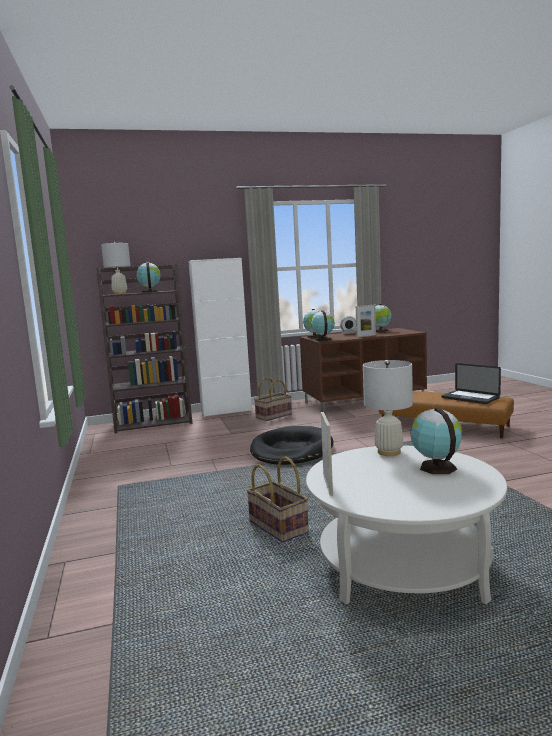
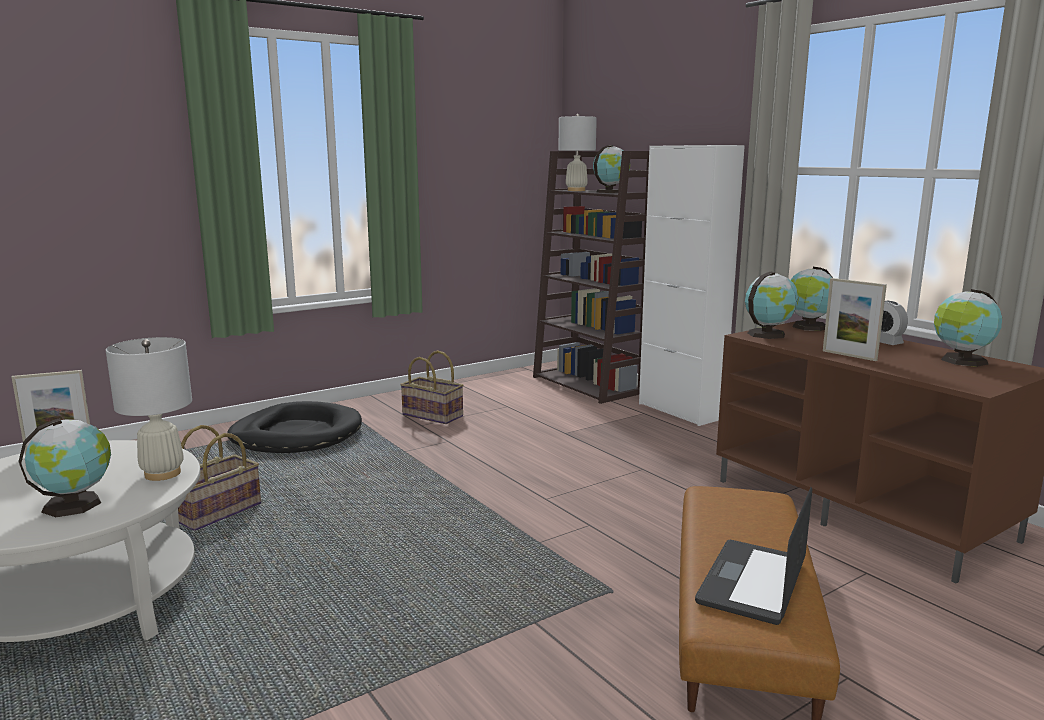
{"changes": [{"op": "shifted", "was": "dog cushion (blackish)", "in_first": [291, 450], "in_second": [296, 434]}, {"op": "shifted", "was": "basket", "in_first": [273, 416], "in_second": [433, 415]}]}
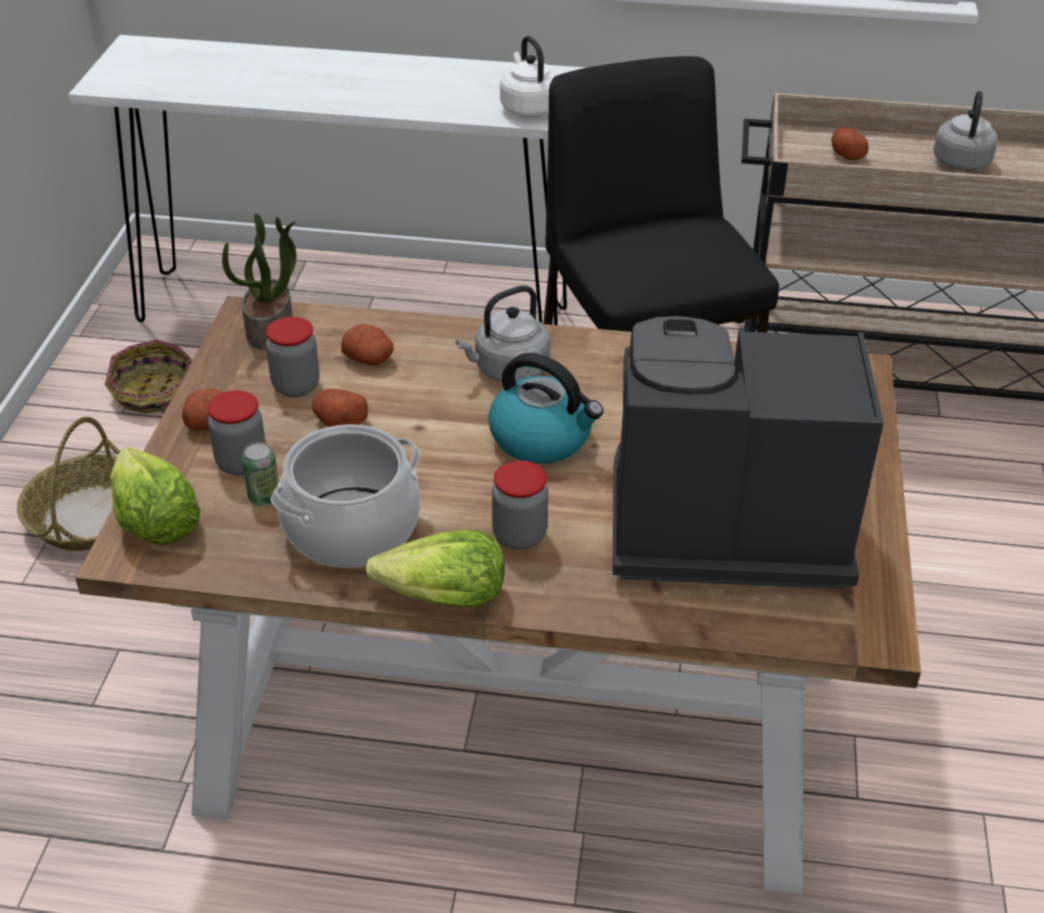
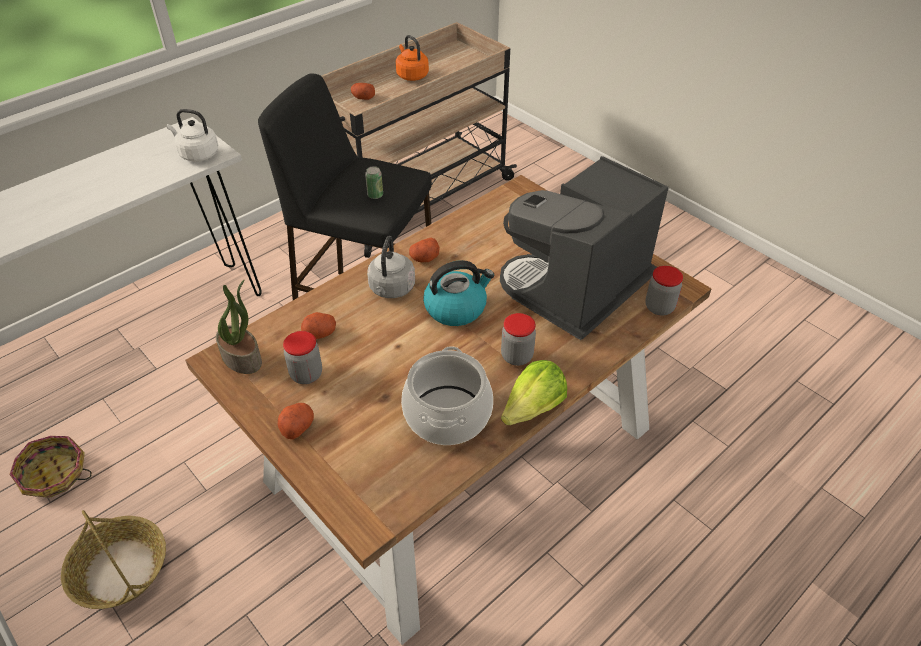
{"changes": [{"op": "gone", "was": "lettuce", "in_first": [154, 520]}, {"op": "shifted", "was": "preserve jar", "in_first": [242, 463], "in_second": [659, 307]}, {"op": "shifted", "was": "sealed can", "in_first": [264, 497], "in_second": [375, 195]}, {"op": "shifted", "was": "spud", "in_first": [339, 422], "in_second": [424, 258]}, {"op": "repainted", "was": "tea kettle (grey)", "now": "tea kettle (orange-coloured)", "in_first": [961, 160], "in_second": [411, 75]}]}
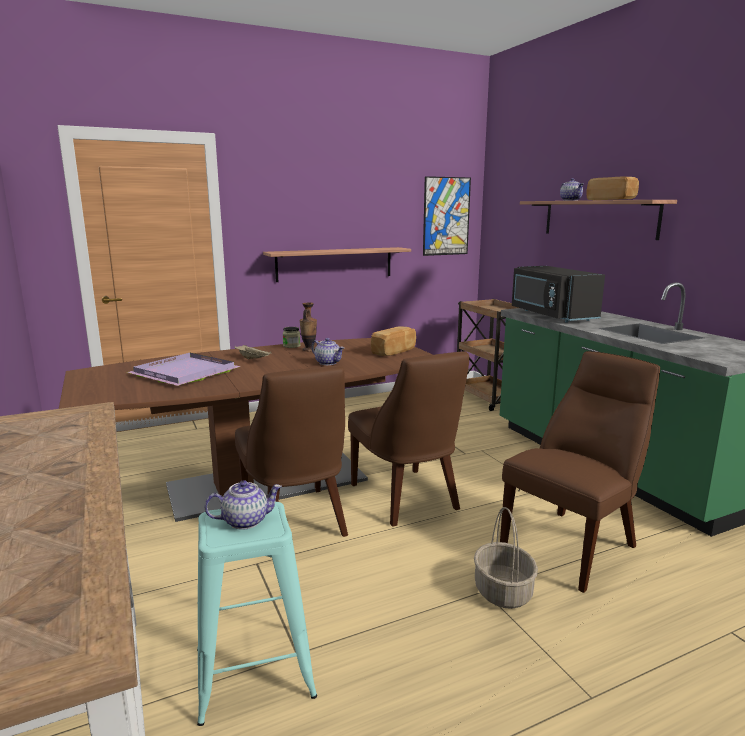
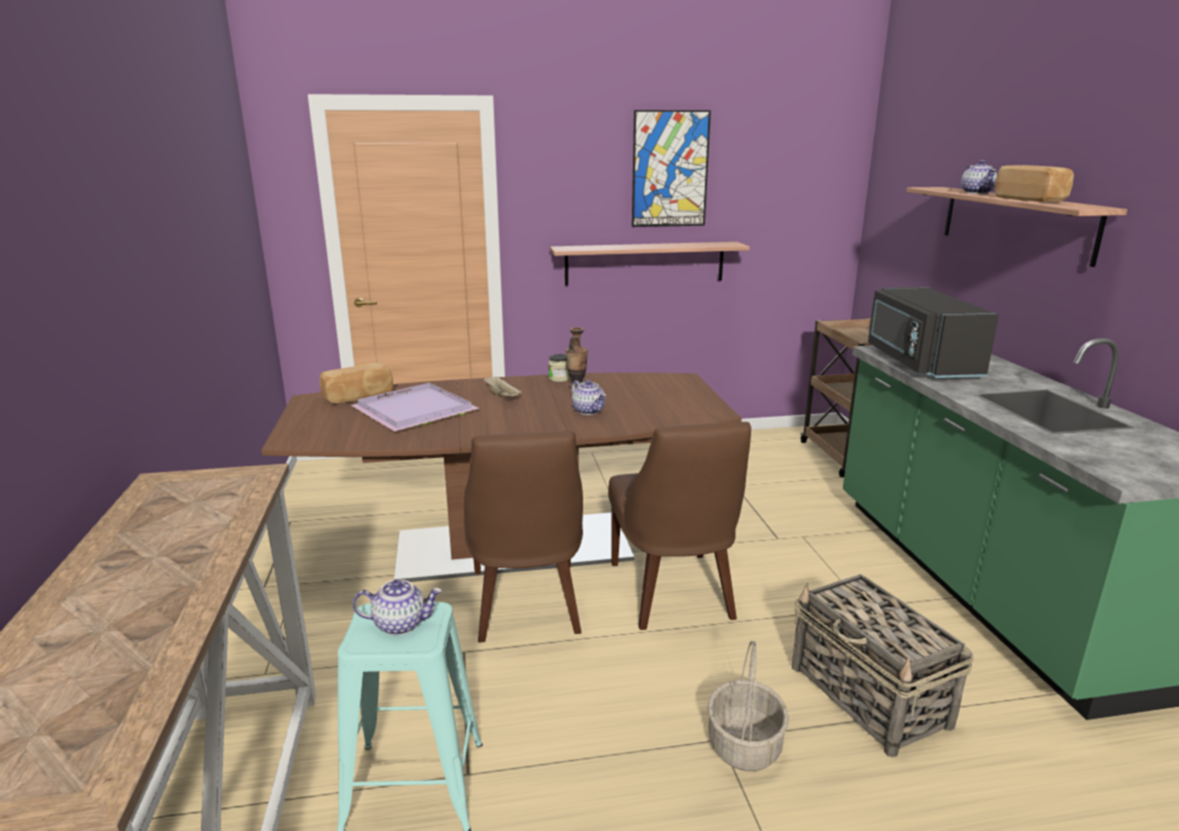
{"changes": [{"op": "shifted", "was": "bread", "in_first": [395, 352], "in_second": [359, 397]}, {"op": "shifted", "was": "picture", "in_first": [446, 216], "in_second": [670, 169]}, {"op": "swapped", "was": "upright chair (brown-coloured)", "now": "basket", "in_first": [573, 545], "in_second": [869, 697]}]}
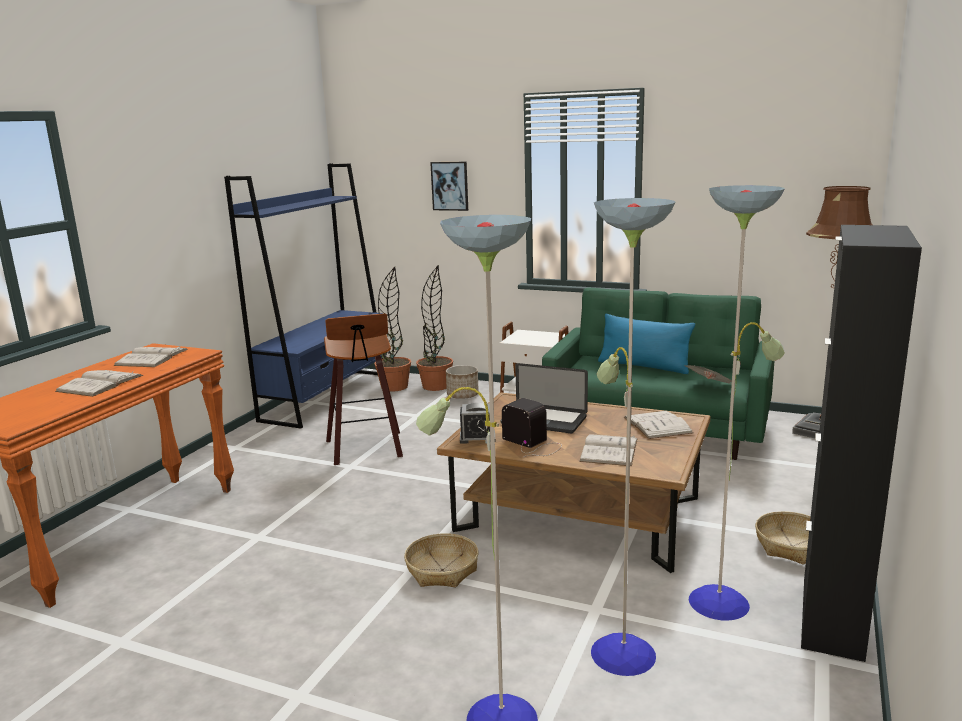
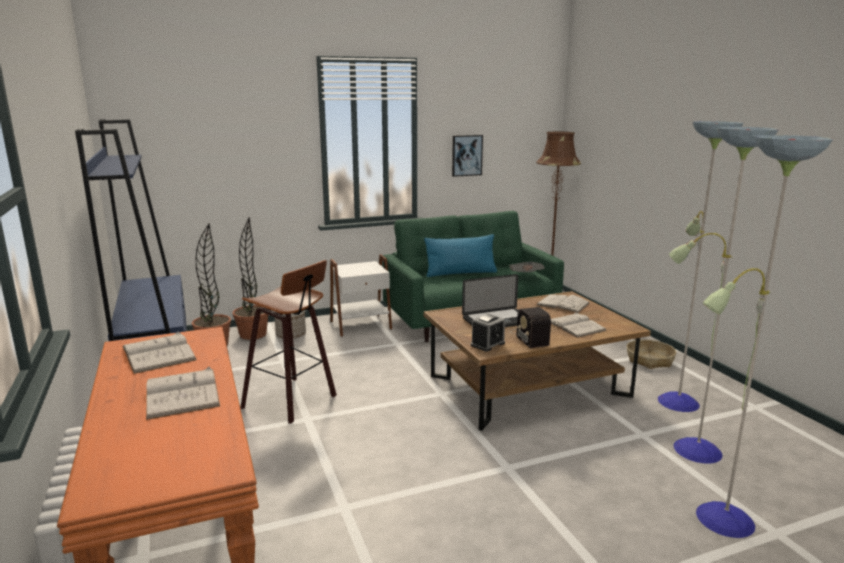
{"changes": [{"op": "gone", "was": "basket", "in_first": [442, 570]}, {"op": "shifted", "was": "picture", "in_first": [450, 186], "in_second": [466, 155]}, {"op": "rotated", "was": "radio set", "in_first": [533, 444], "in_second": [529, 336], "clockwise": -105}, {"op": "gone", "was": "storage cabinet (blackish)", "in_first": [832, 617]}]}
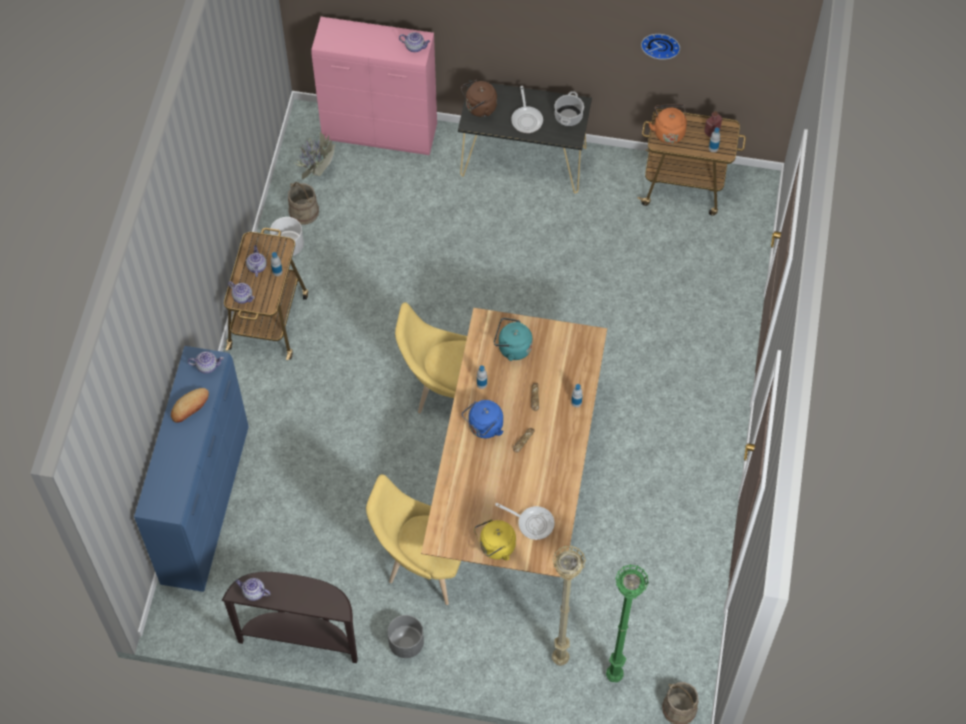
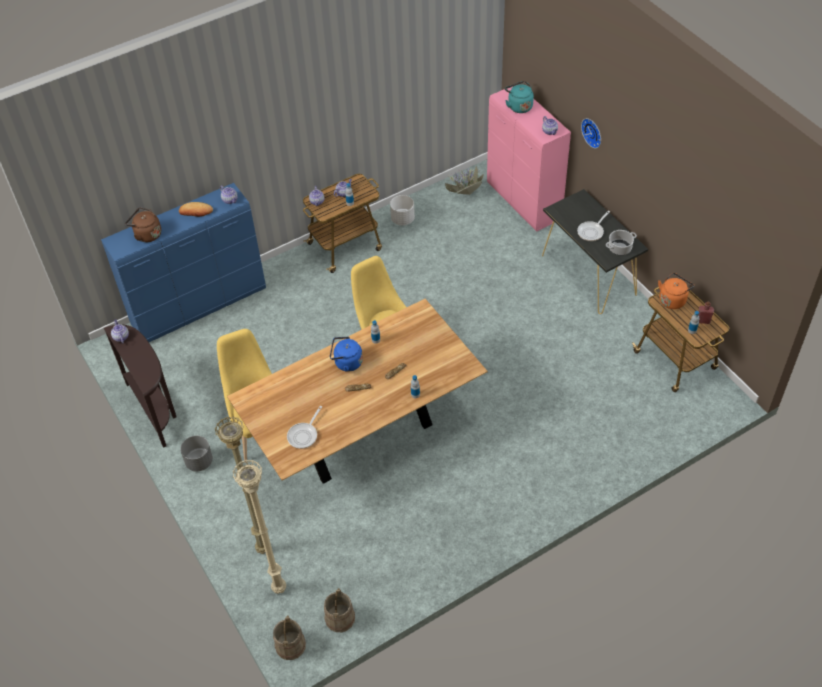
{"changes": [{"op": "shifted", "was": "bucket (beige)", "in_first": [304, 212], "in_second": [340, 618]}, {"op": "shifted", "was": "tea kettle (brown-coloured)", "in_first": [479, 108], "in_second": [146, 234]}, {"op": "gone", "was": "tea kettle (yellow-coloured)", "in_first": [495, 547]}, {"op": "shifted", "was": "tea kettle (turquoise-coloured)", "in_first": [512, 348], "in_second": [519, 106]}, {"op": "rotated", "was": "pan", "in_first": [532, 523], "in_second": [304, 435], "clockwise": 45}, {"op": "repainted", "was": "floor lamp (green-coloured)", "now": "floor lamp (beige)", "in_first": [615, 677], "in_second": [279, 590]}, {"op": "shifted", "was": "clock on the wall", "in_first": [661, 43], "in_second": [593, 132]}]}
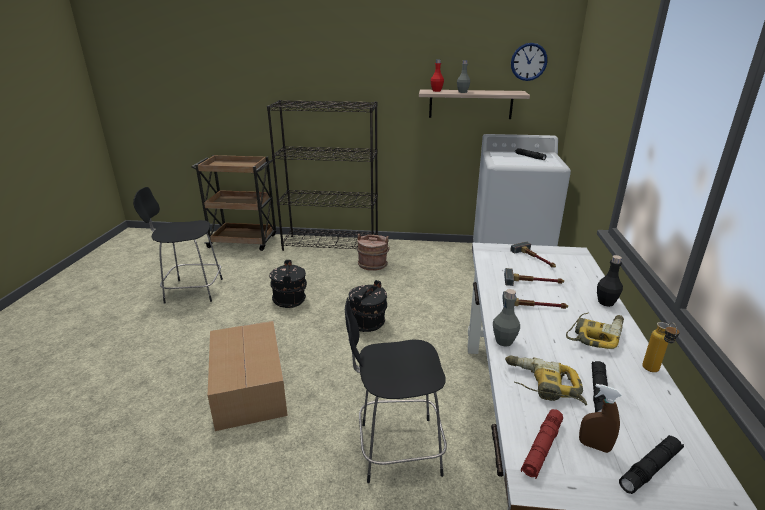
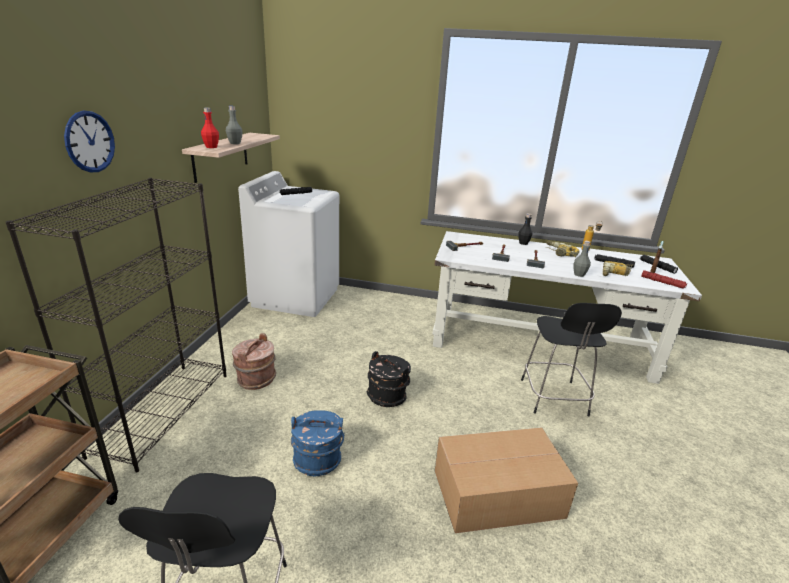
{"changes": [{"op": "repainted", "was": "bucket (blackish)", "now": "bucket (blue-coloured)", "in_first": [290, 300], "in_second": [318, 460]}, {"op": "shifted", "was": "clock on the wall", "in_first": [528, 62], "in_second": [90, 142]}]}
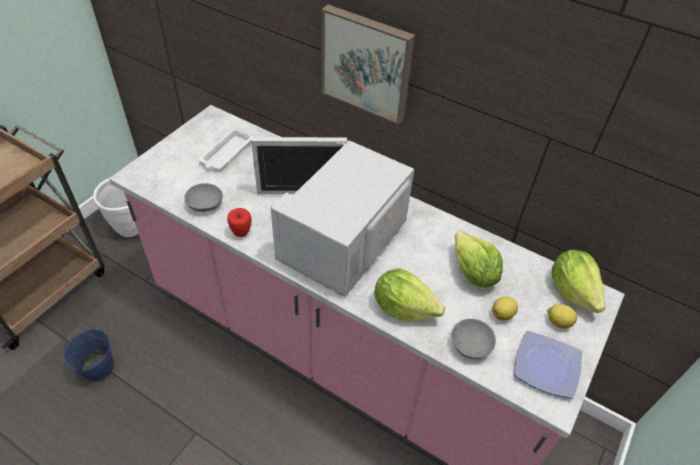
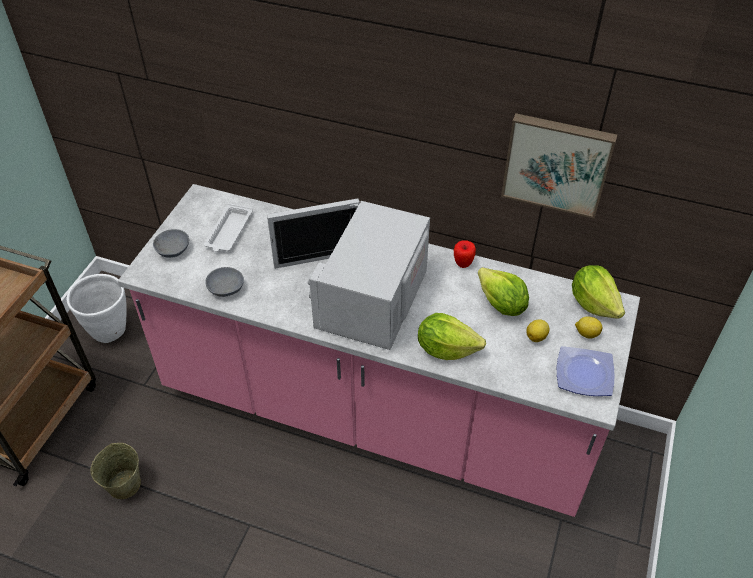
{"changes": [{"op": "repainted", "was": "bucket (blue-coloured)", "now": "bucket (beige)", "in_first": [98, 367], "in_second": [124, 484]}, {"op": "shifted", "was": "apple fruit", "in_first": [241, 232], "in_second": [463, 263]}, {"op": "shifted", "was": "picture", "in_first": [367, 63], "in_second": [557, 163]}, {"op": "shifted", "was": "serving bowl (grey)", "in_first": [472, 346], "in_second": [174, 250]}]}
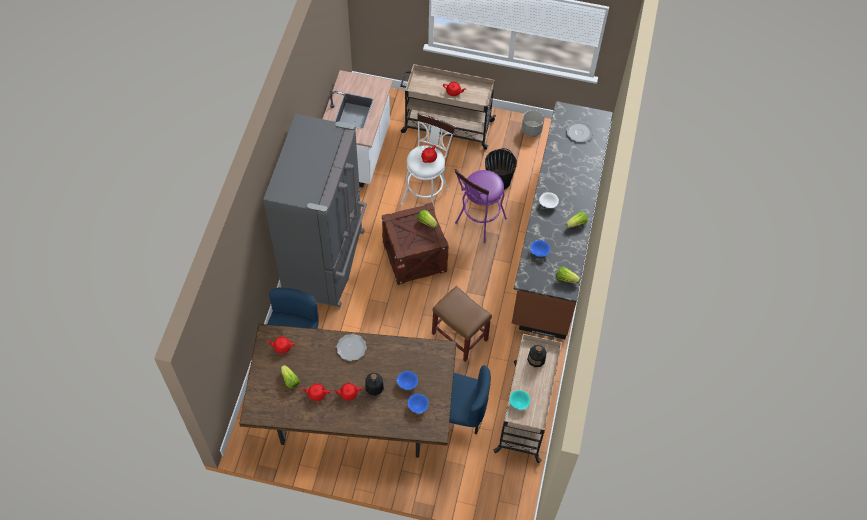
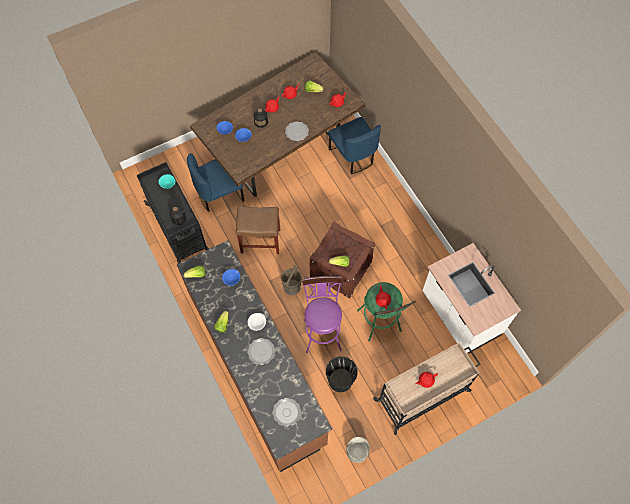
{"changes": [{"op": "gone", "was": "kitchen fridge (grey)", "in_first": [327, 262]}, {"op": "repainted", "was": "stool (white)", "now": "stool (green-coloured)", "in_first": [426, 193], "in_second": [380, 324]}, {"op": "repainted", "was": "wheeled cart (beige)", "now": "wheeled cart (blackish)", "in_first": [526, 410], "in_second": [178, 229]}, {"op": "new", "now": "plate", "in_second": [261, 351]}, {"op": "new", "now": "bucket (brown-coloured)", "in_second": [291, 287]}]}
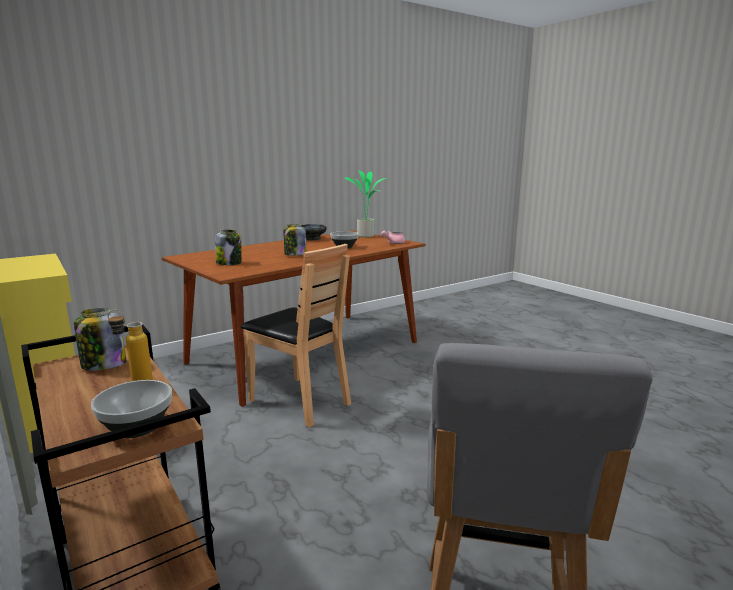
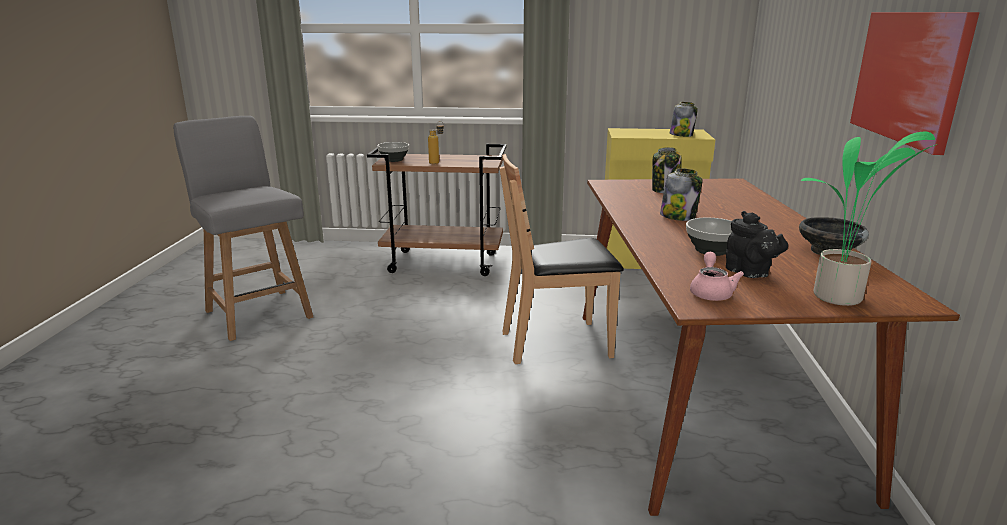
{"changes": [{"op": "shifted", "was": "preserve jar", "in_first": [103, 365], "in_second": [681, 135]}, {"op": "new", "now": "tea pot (blackish)", "in_second": [749, 273]}, {"op": "new", "now": "picture", "in_second": [909, 76]}]}
